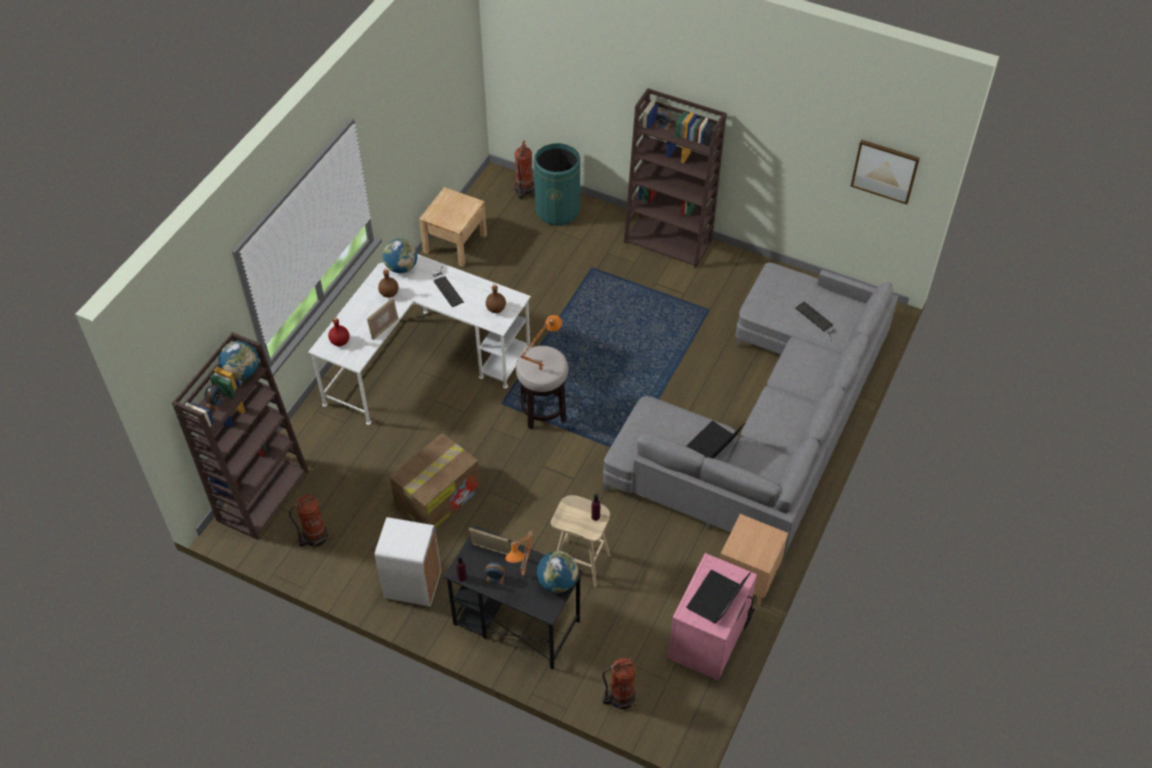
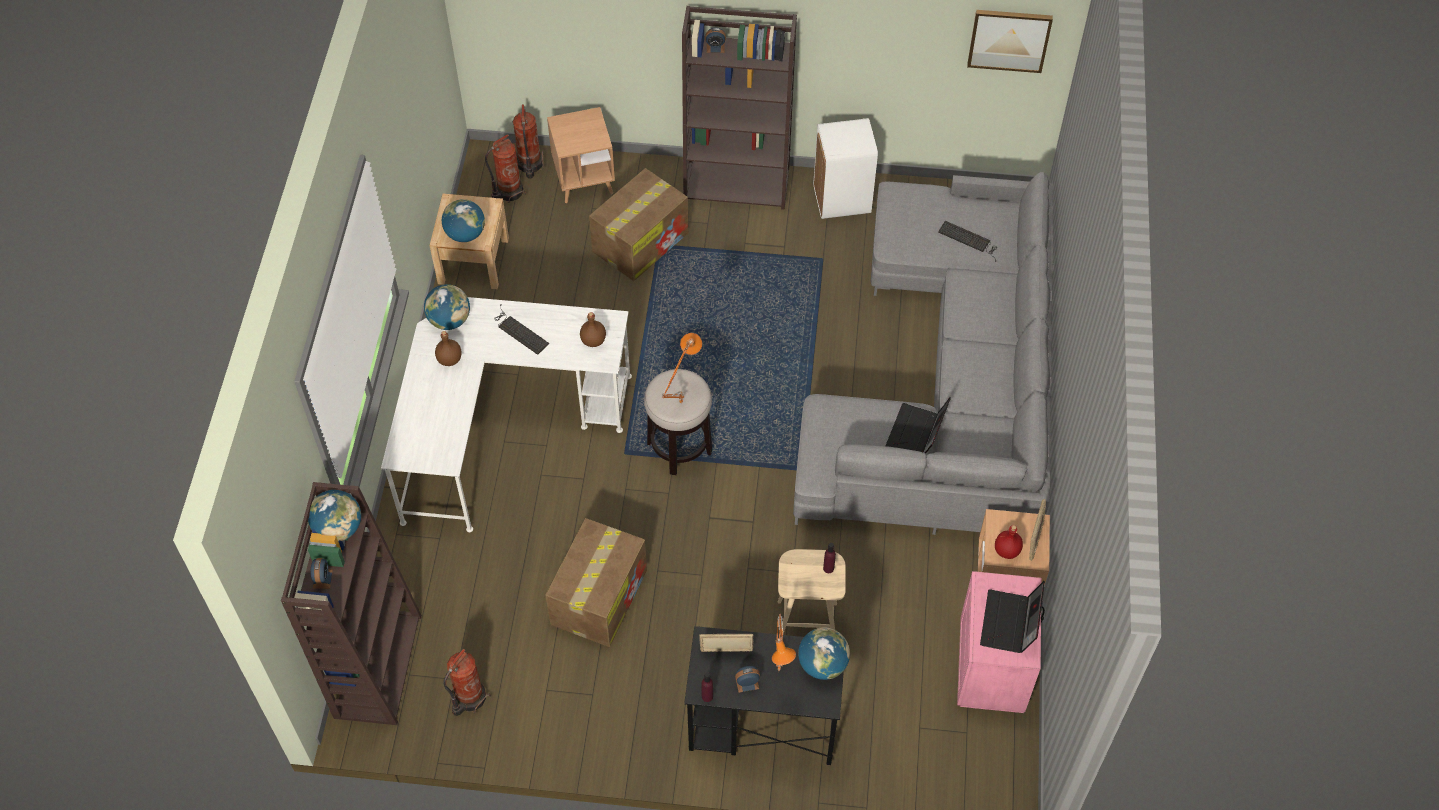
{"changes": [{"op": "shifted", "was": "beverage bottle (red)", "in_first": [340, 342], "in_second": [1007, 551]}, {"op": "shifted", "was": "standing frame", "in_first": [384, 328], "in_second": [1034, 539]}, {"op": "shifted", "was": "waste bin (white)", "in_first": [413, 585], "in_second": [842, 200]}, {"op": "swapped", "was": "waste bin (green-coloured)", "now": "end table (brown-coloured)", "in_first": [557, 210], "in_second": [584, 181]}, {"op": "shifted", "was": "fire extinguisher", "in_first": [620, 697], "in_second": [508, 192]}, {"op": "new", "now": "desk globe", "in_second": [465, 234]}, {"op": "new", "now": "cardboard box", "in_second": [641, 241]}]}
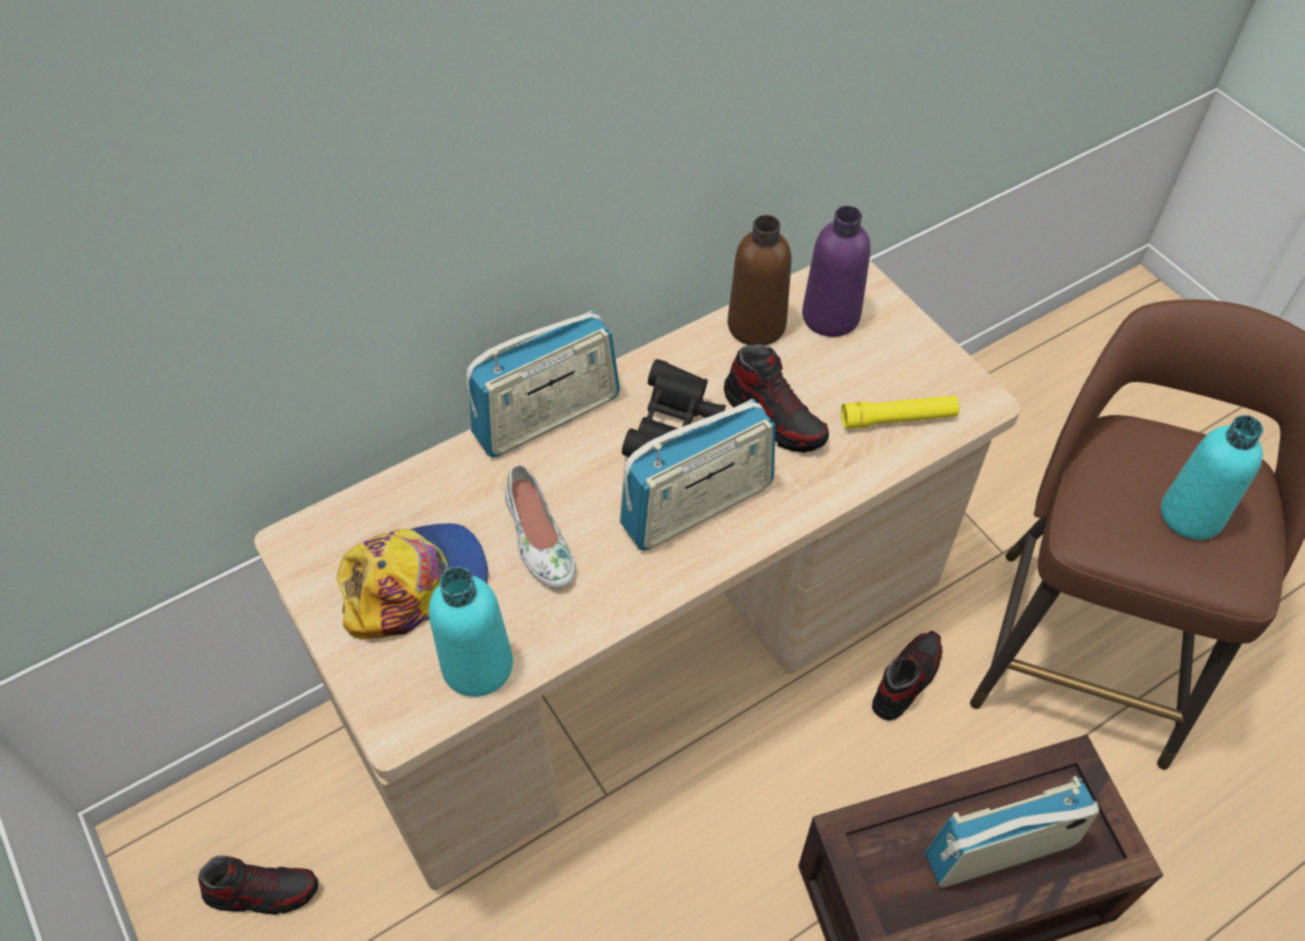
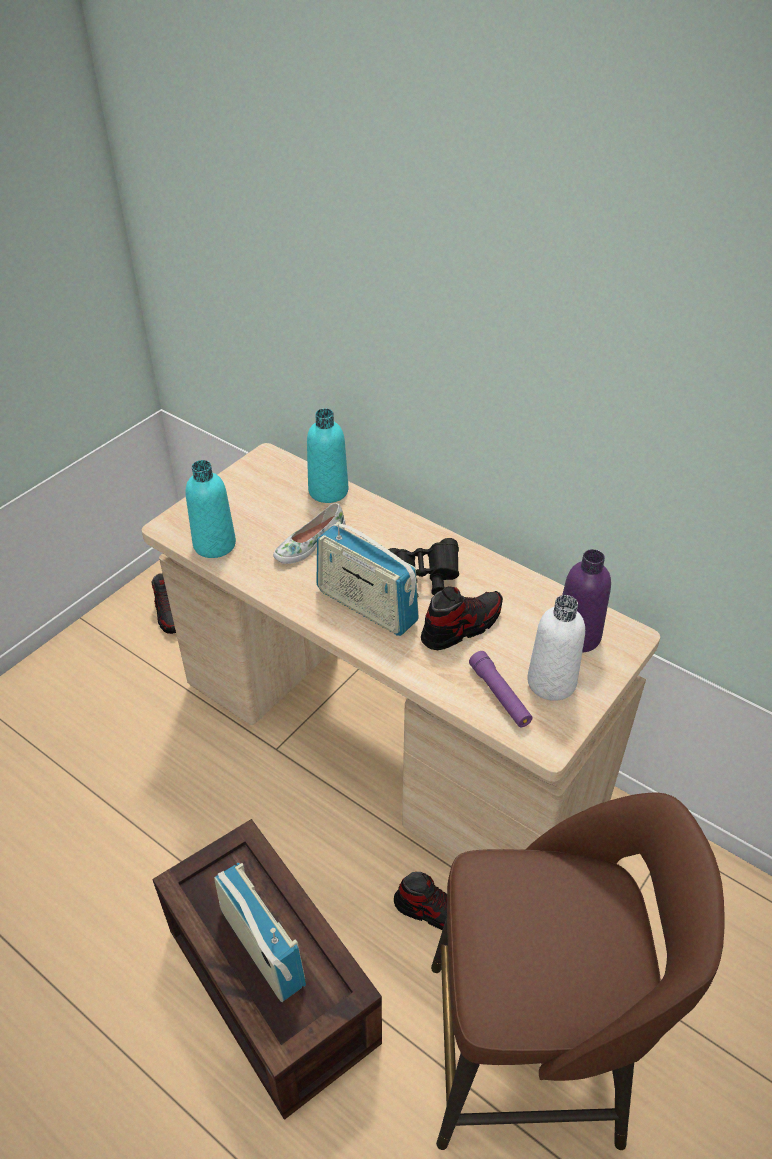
{"changes": [{"op": "gone", "was": "cap", "in_first": [414, 584]}, {"op": "gone", "was": "radio set", "in_first": [547, 417]}, {"op": "rotated", "was": "item of footwear", "in_first": [774, 418], "in_second": [461, 626], "clockwise": -150}, {"op": "gone", "was": "beverage bottle (brown-coloured)", "in_first": [756, 325]}, {"op": "repainted", "was": "torch (yellow-coloured)", "now": "torch (purple-coloured)", "in_first": [898, 419], "in_second": [500, 695]}, {"op": "shifted", "was": "beverage bottle (turquoise-coloured)", "in_first": [1191, 515], "in_second": [328, 491]}, {"op": "new", "now": "beverage bottle (white)", "in_second": [551, 682]}]}
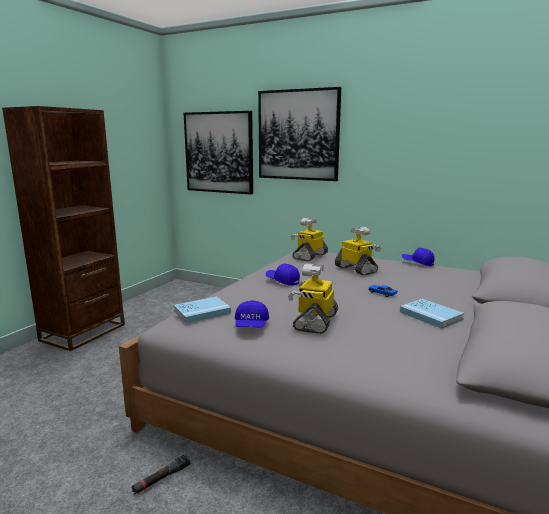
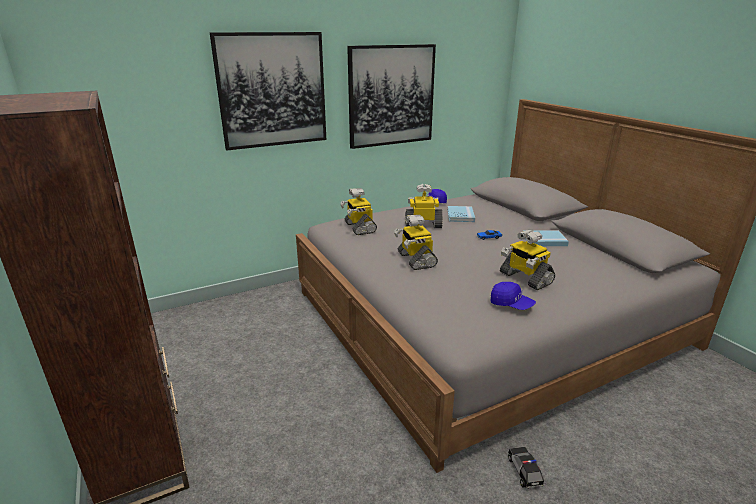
{"changes": [{"op": "swapped", "was": "torch (blackish)", "now": "toy car", "in_first": [162, 479], "in_second": [524, 472]}, {"op": "shifted", "was": "volume (blue-coloured)", "in_first": [202, 312], "in_second": [460, 215]}, {"op": "shifted", "was": "picture", "in_first": [219, 152], "in_second": [391, 96]}, {"op": "swapped", "was": "cap (blue-coloured)", "now": "robot figure", "in_first": [282, 281], "in_second": [415, 259]}]}
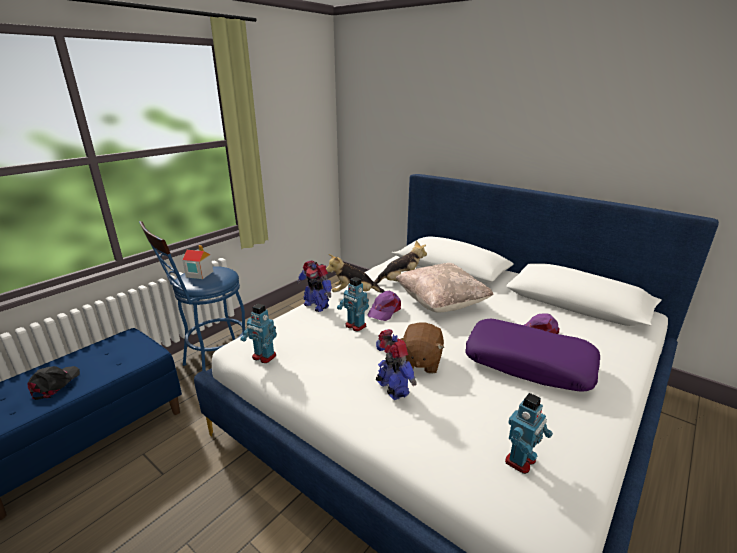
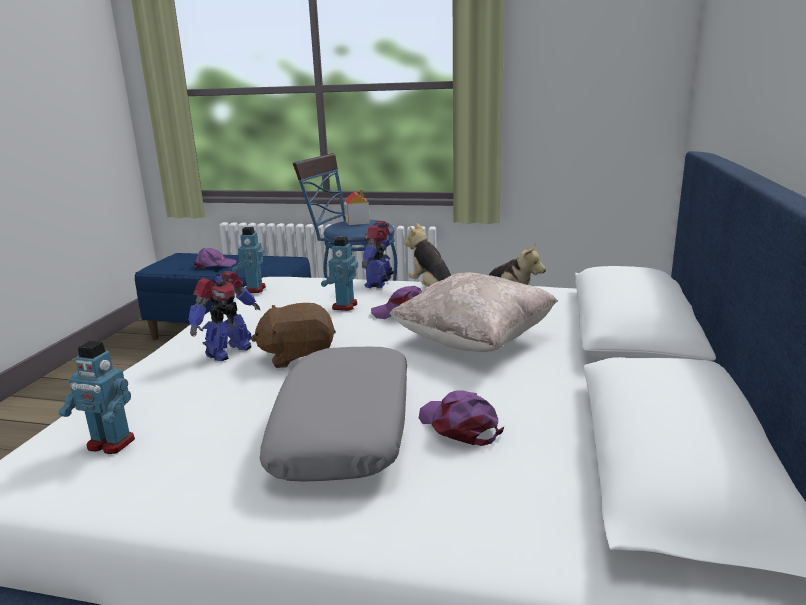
{"changes": [{"op": "repainted", "was": "cap (blackish)", "now": "cap (purple-coloured)", "in_first": [55, 384], "in_second": [214, 265]}, {"op": "repainted", "was": "throw pillow (purple-coloured)", "now": "throw pillow (grey)", "in_first": [528, 363], "in_second": [345, 428]}]}
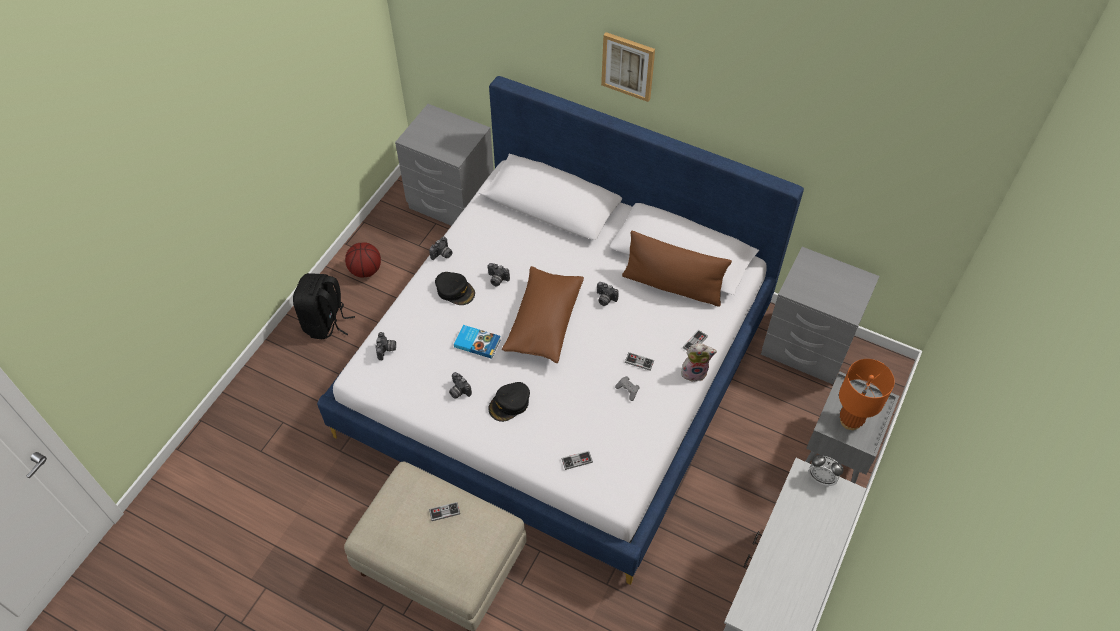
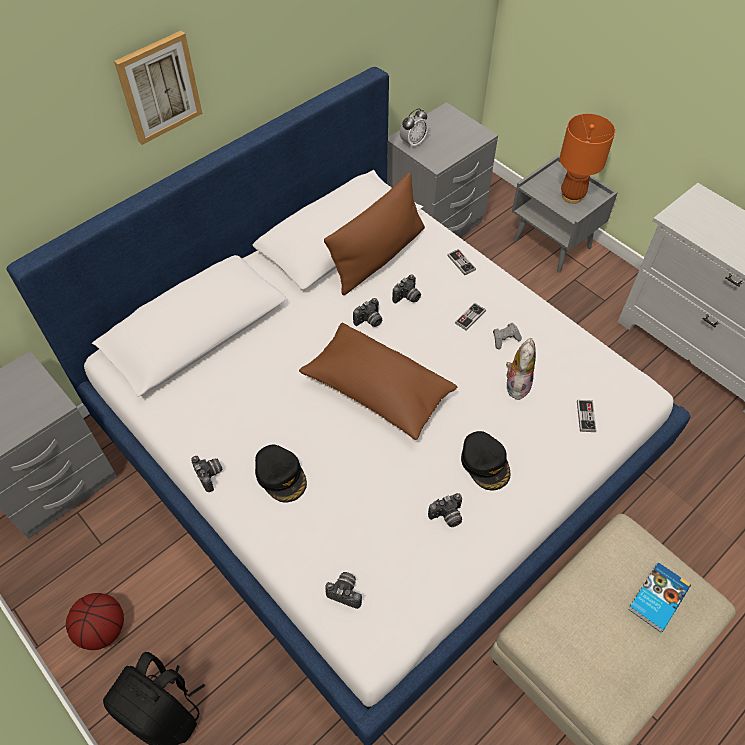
{"changes": [{"op": "gone", "was": "gamepad", "in_first": [444, 512]}, {"op": "rotated", "was": "cap (blackish)", "in_first": [455, 290], "in_second": [281, 475], "clockwise": 90}, {"op": "shifted", "was": "volume", "in_first": [477, 342], "in_second": [657, 597]}, {"op": "shifted", "was": "still camera", "in_first": [497, 280], "in_second": [407, 298]}, {"op": "shifted", "was": "cuddly toy", "in_first": [694, 372], "in_second": [516, 384]}, {"op": "shifted", "was": "table clock", "in_first": [821, 478], "in_second": [413, 142]}]}
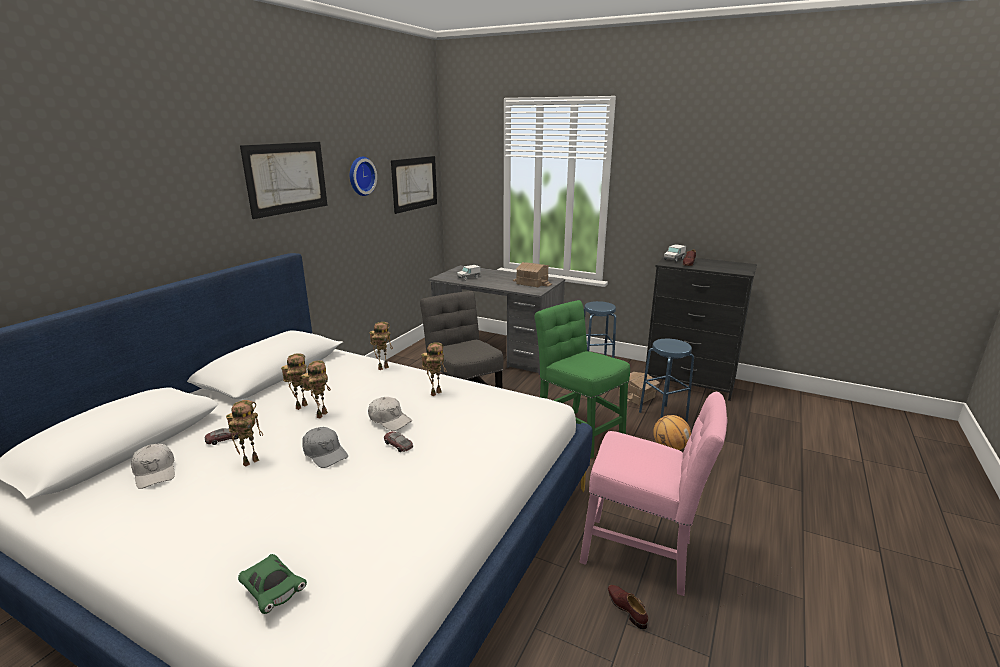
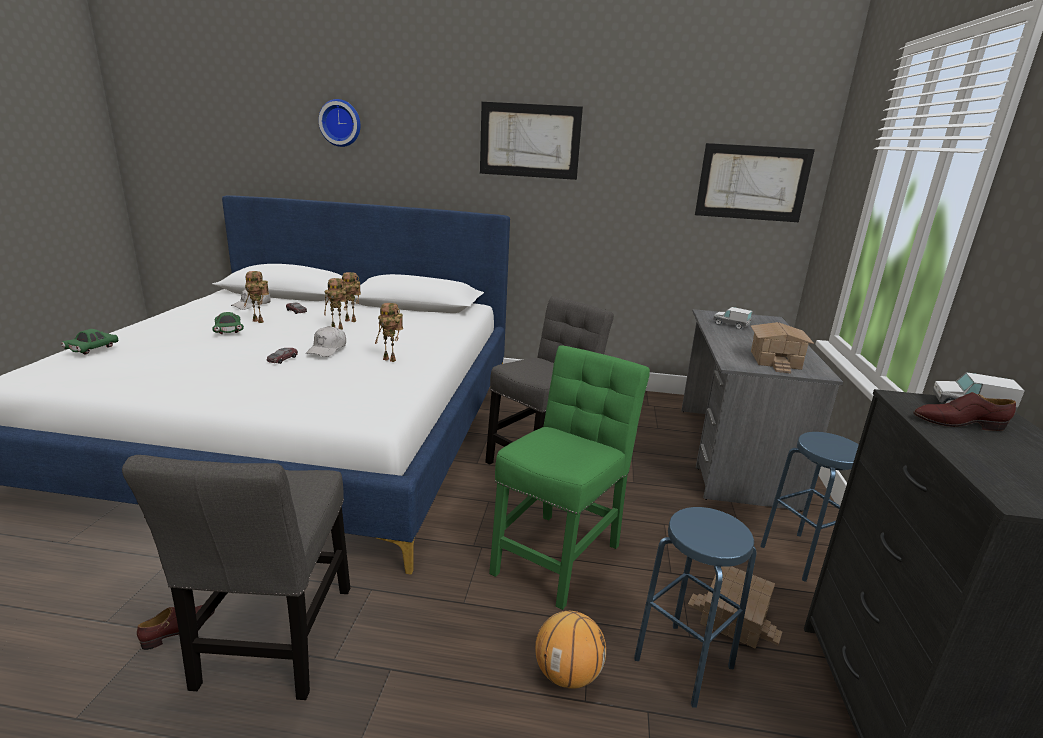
{"changes": [{"op": "gone", "was": "cap (grey)", "in_first": [325, 453]}, {"op": "shifted", "was": "clock on the wall", "in_first": [360, 176], "in_second": [341, 123]}, {"op": "gone", "was": "robot figure", "in_first": [383, 367]}, {"op": "repainted", "was": "upright chair (pinkish)", "now": "upright chair (grey)", "in_first": [643, 554], "in_second": [275, 643]}, {"op": "new", "now": "toy car (green-coloured)", "in_second": [228, 330]}]}
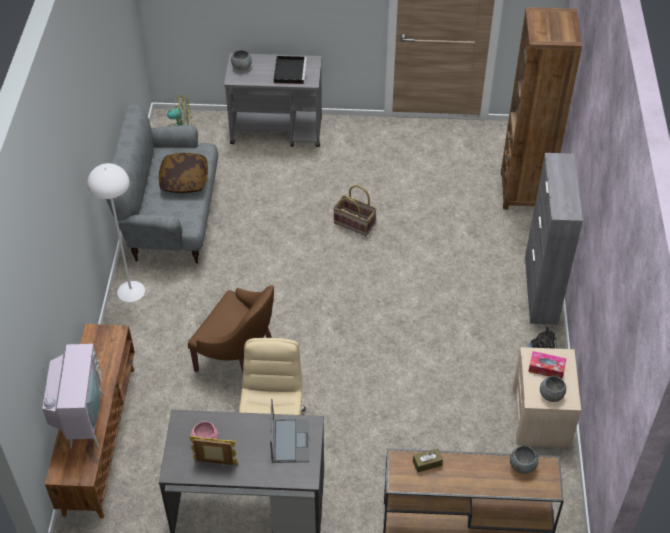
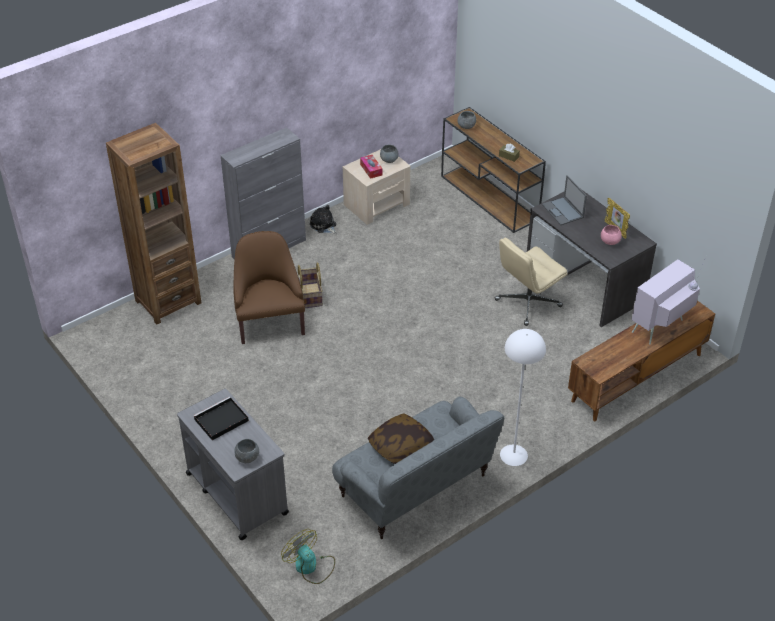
{"changes": [{"op": "shifted", "was": "armchair (brown-coloured)", "in_first": [239, 356], "in_second": [269, 321]}, {"op": "rotated", "was": "notebook computer", "in_first": [290, 440], "in_second": [563, 211], "clockwise": -75}, {"op": "shifted", "was": "basket", "in_first": [355, 223], "in_second": [310, 295]}]}
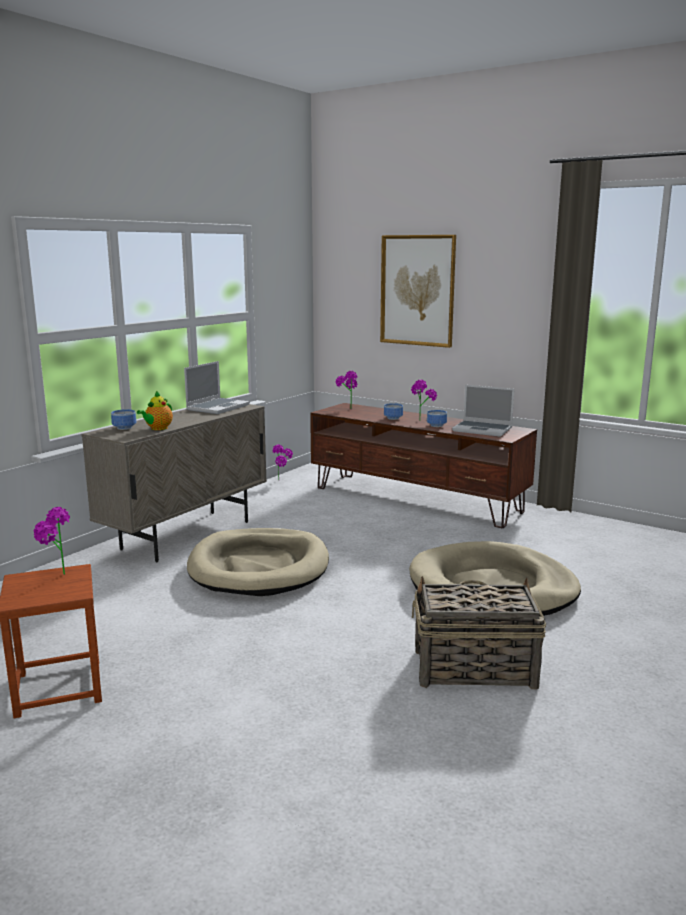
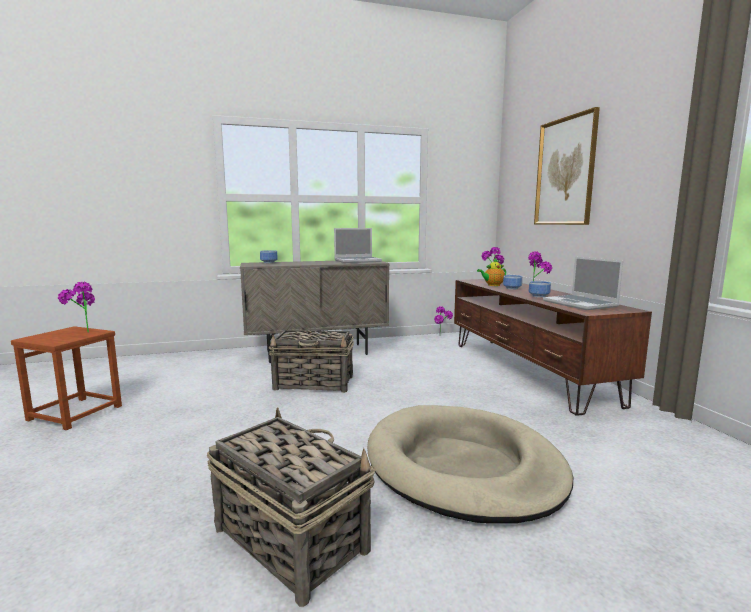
{"changes": [{"op": "shifted", "was": "tea pot", "in_first": [157, 428], "in_second": [492, 285]}, {"op": "swapped", "was": "dog cushion (beige)", "now": "basket", "in_first": [259, 567], "in_second": [315, 383]}]}
